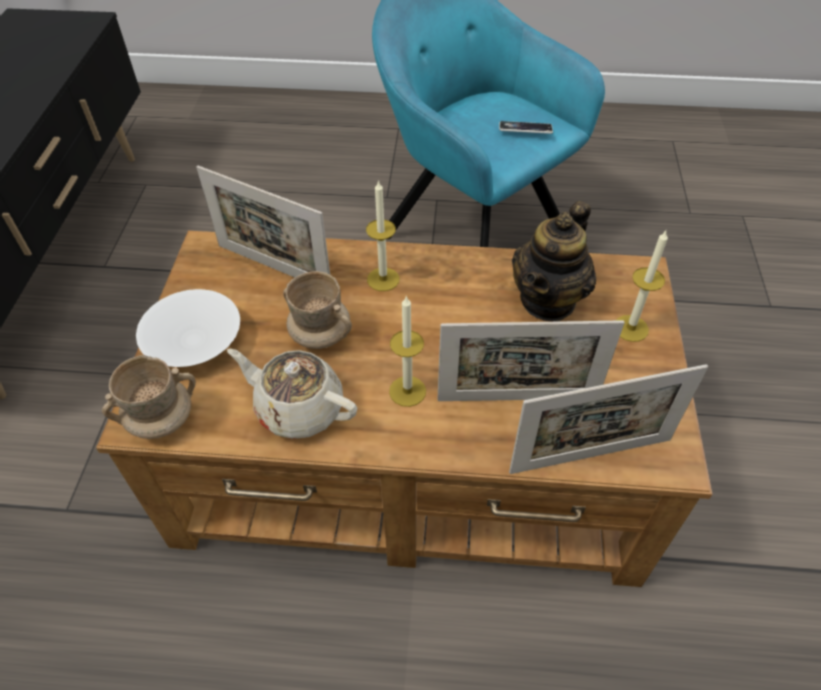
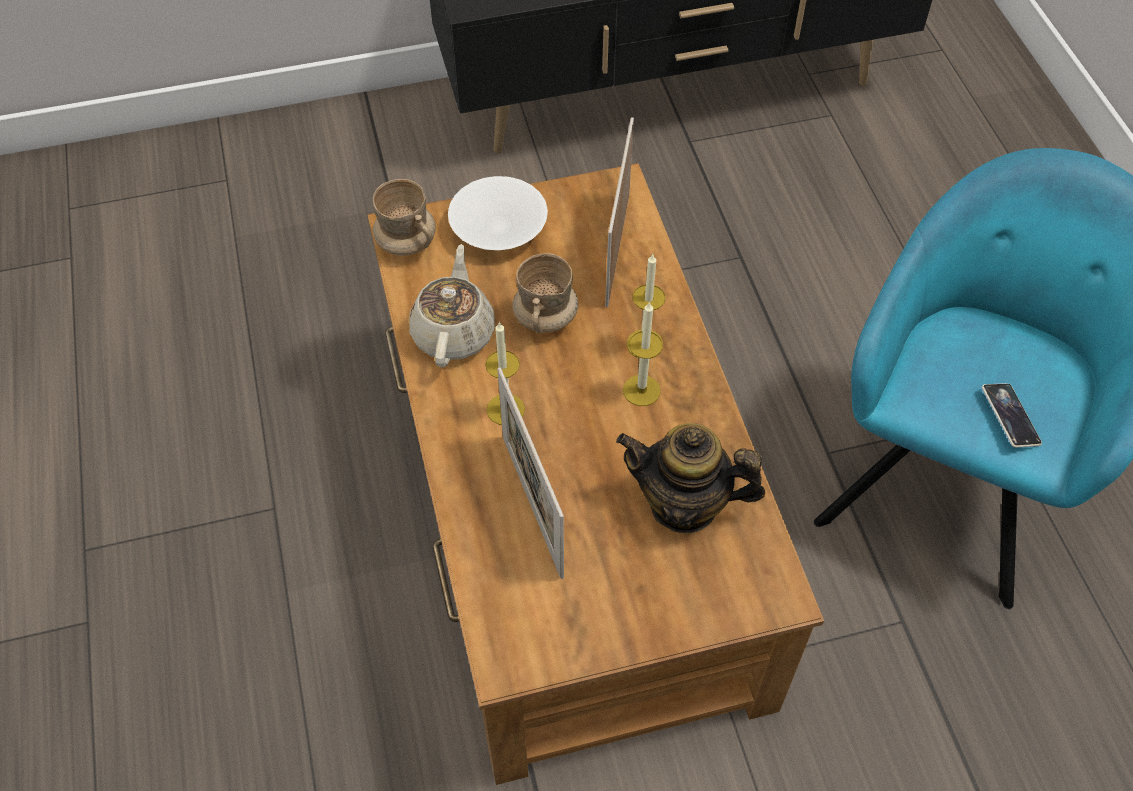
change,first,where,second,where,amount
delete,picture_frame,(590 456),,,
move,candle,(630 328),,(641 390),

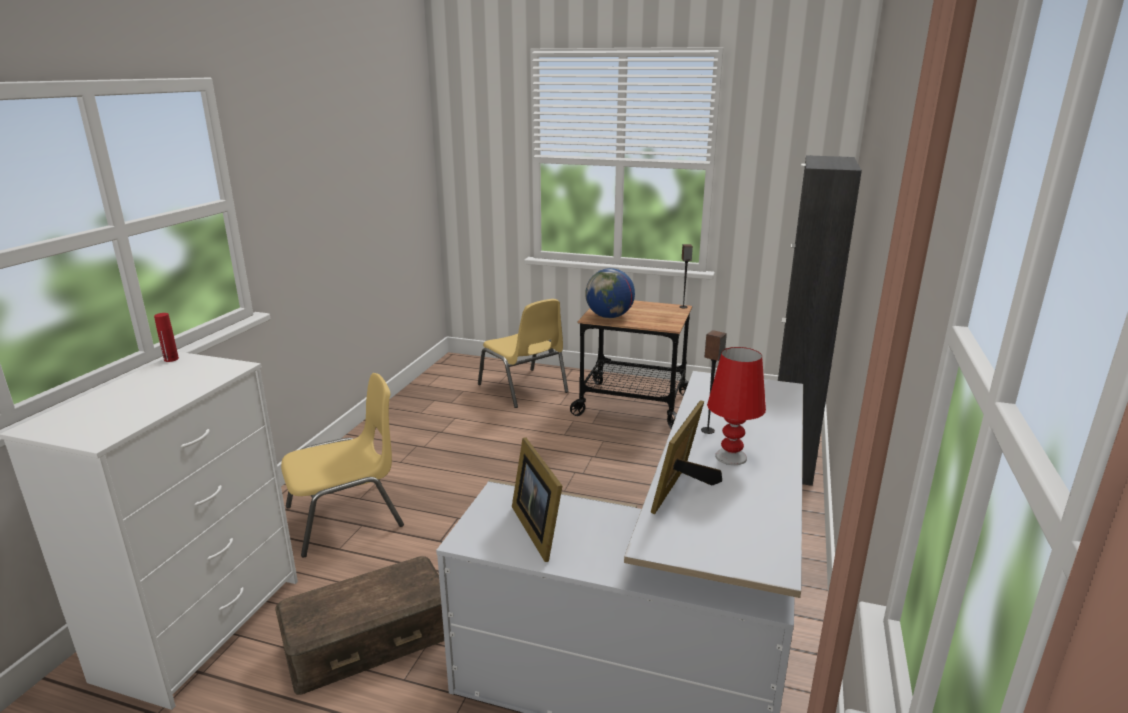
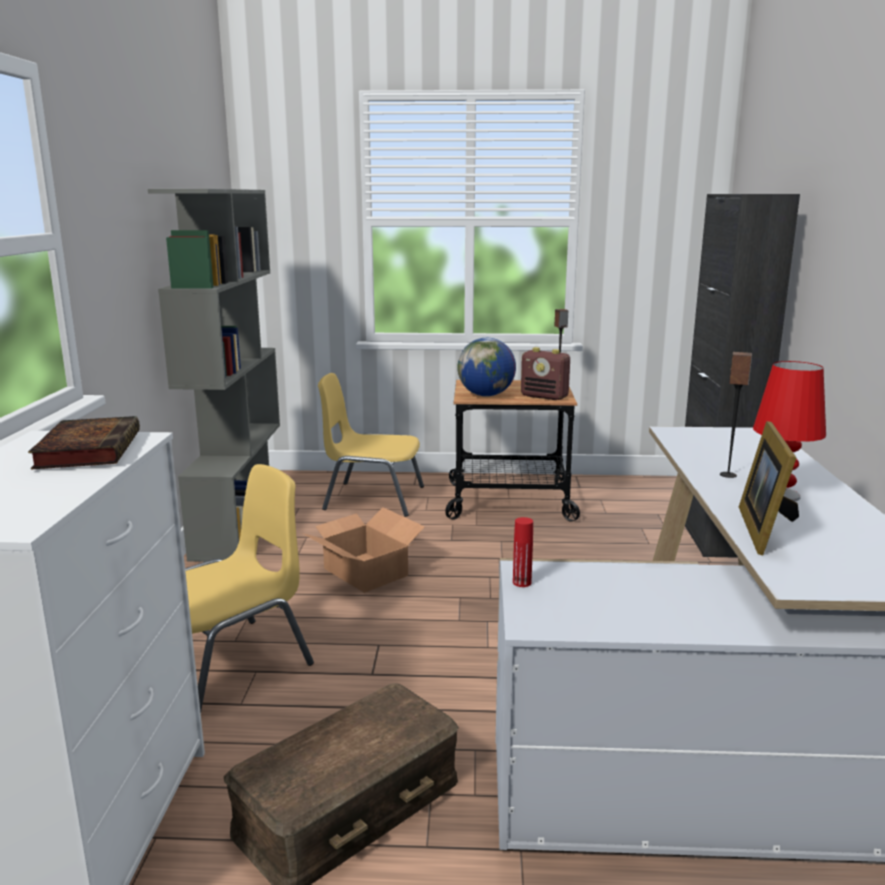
change,first,where,second,where,amount
move,red_bottle,(171 359),,(522 582),
rotate,yellow_chair,(524 389),,(372 498),150 degrees clockwise
delete,picture_frame,(540 528),,,
insert,,,book,(88 449),
insert,,,grey_bookcase,(239 523),
insert,,,cardboard_box,(366 571),
insert,,,radio,(545 397),

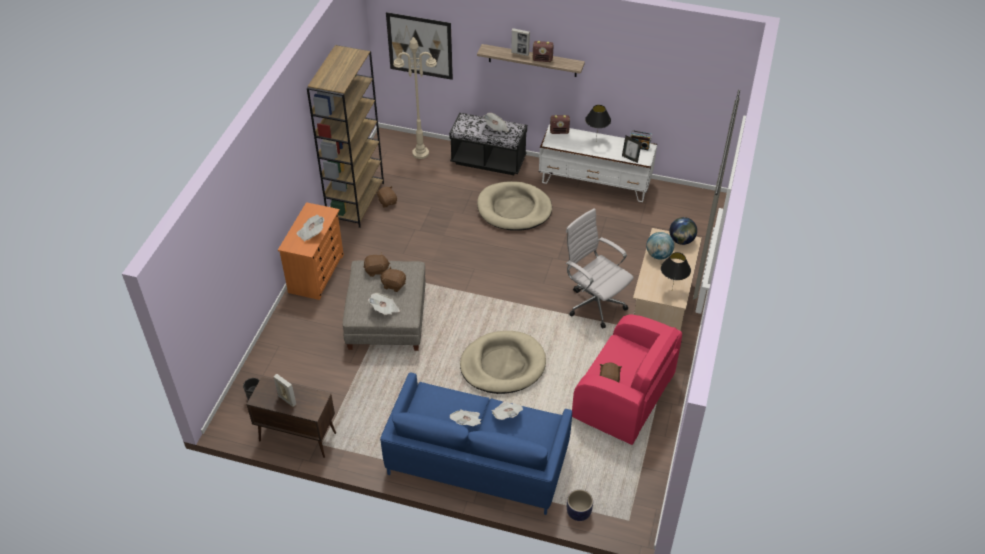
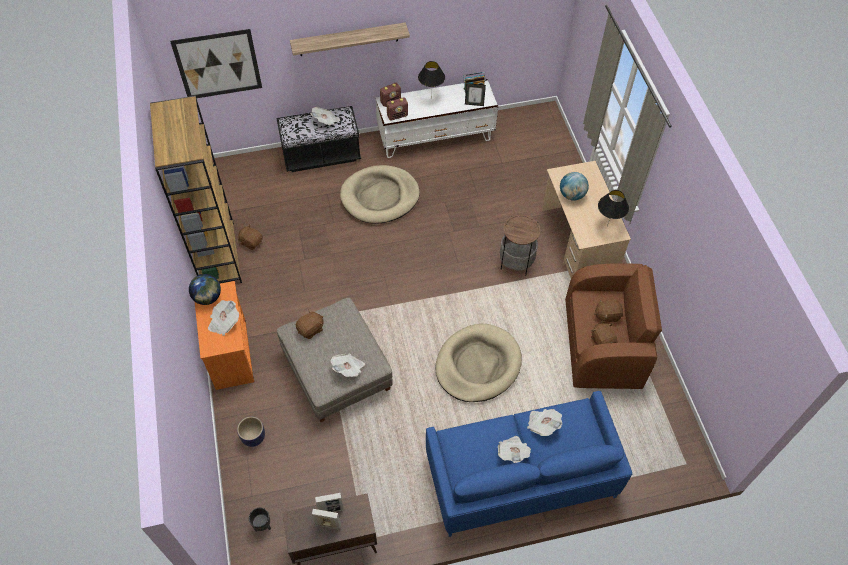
change,first,where,second,where,amount
move,brown_plush_toy,(393 285),,(607 315),
delete,beige_floor_lamp,(421 153),,,
move,picture_frame,(520 53),,(331 509),
move,radio,(542 59),,(397 116),
replace,white_office_chair,(594 303),side_table,(516 262),
move,planter,(578 512),,(253 437),
recolor,pink_armchair,(624 397),brown_armchair,(603 344),
move,globe,(681 240),,(208 297),

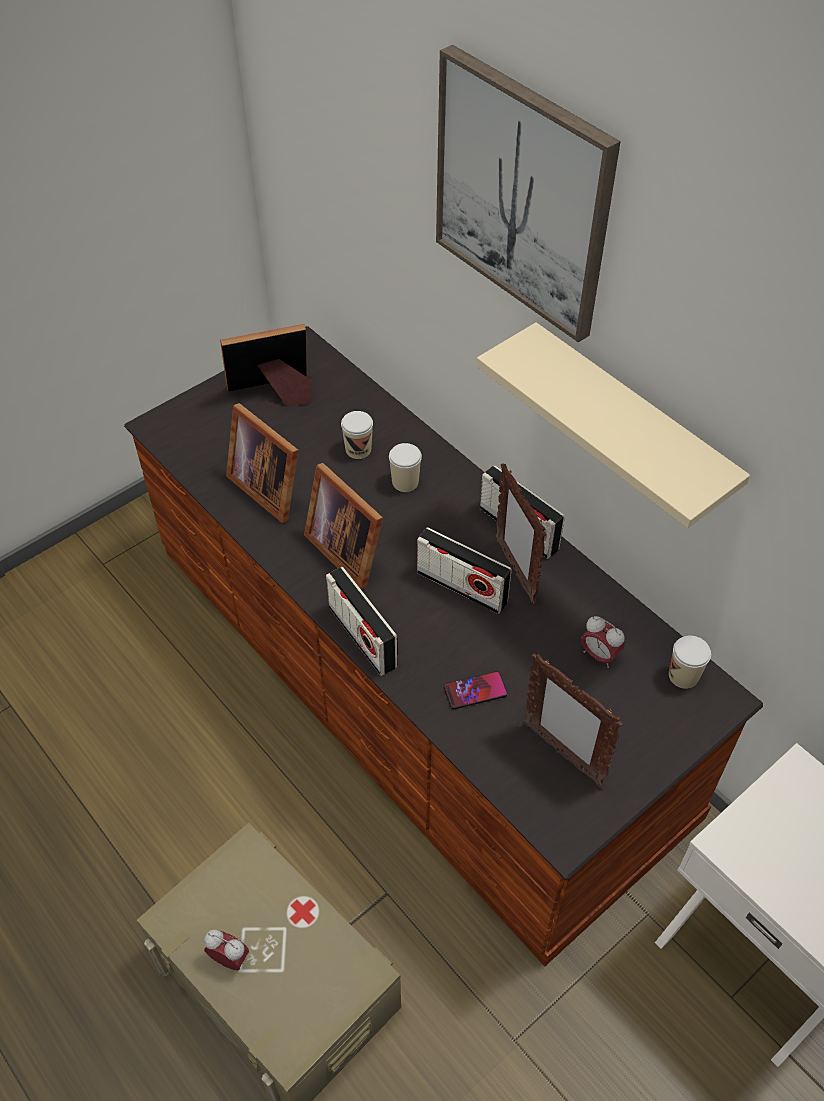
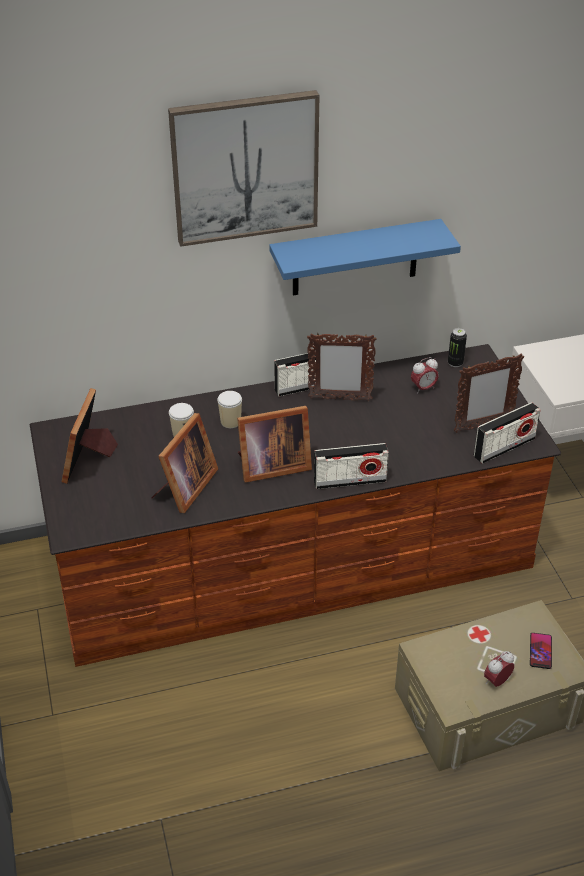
change,first,where,second,where,amount
rotate,picture_frame,(268 487),,(184 488),45 degrees counterclockwise
move,radio,(462 587),,(504 447),
move,phone,(475 691),,(540 651),
recolor,beige_shelf,(629 429),blue_shelf,(355 258),
replace,cup,(683 675),can,(455 363),

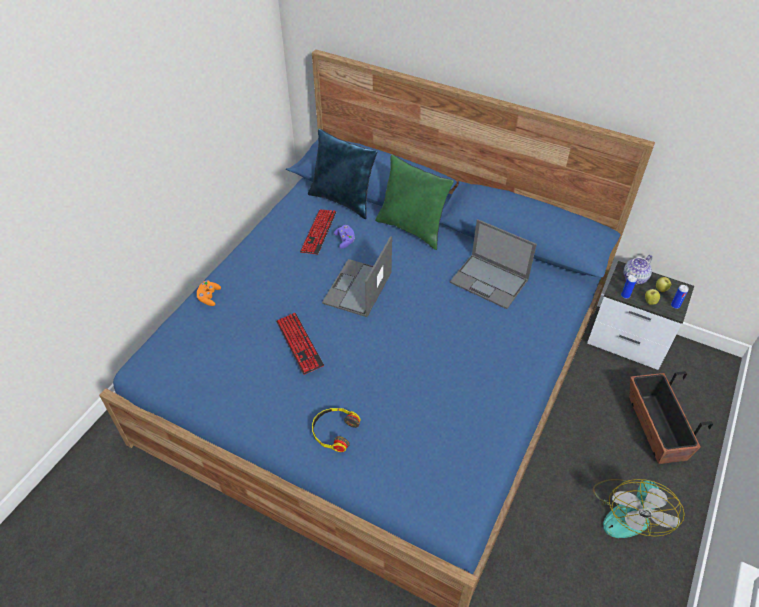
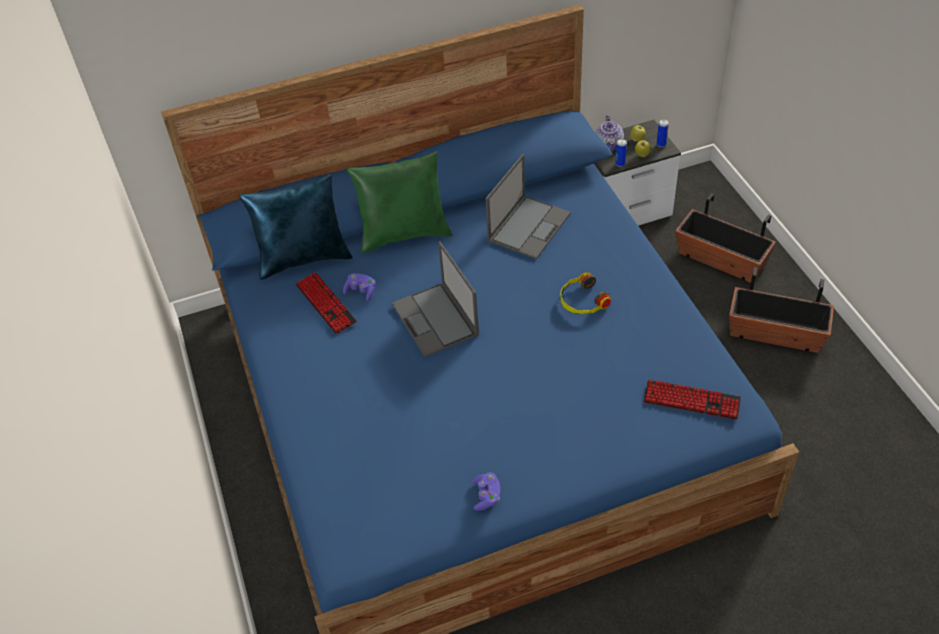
change,first,where,second,where,amount
delete,orange_game_controller,(209 297),,,
move,keyboard,(299 344),,(691 400),
move,headphones,(334 431),,(582 301),
rotate,laptop,(490 281),,(529 226),45 degrees counterclockwise
replace,fan,(628 511),planter,(775 333),
insert,,,purple_game_controller,(486 496),

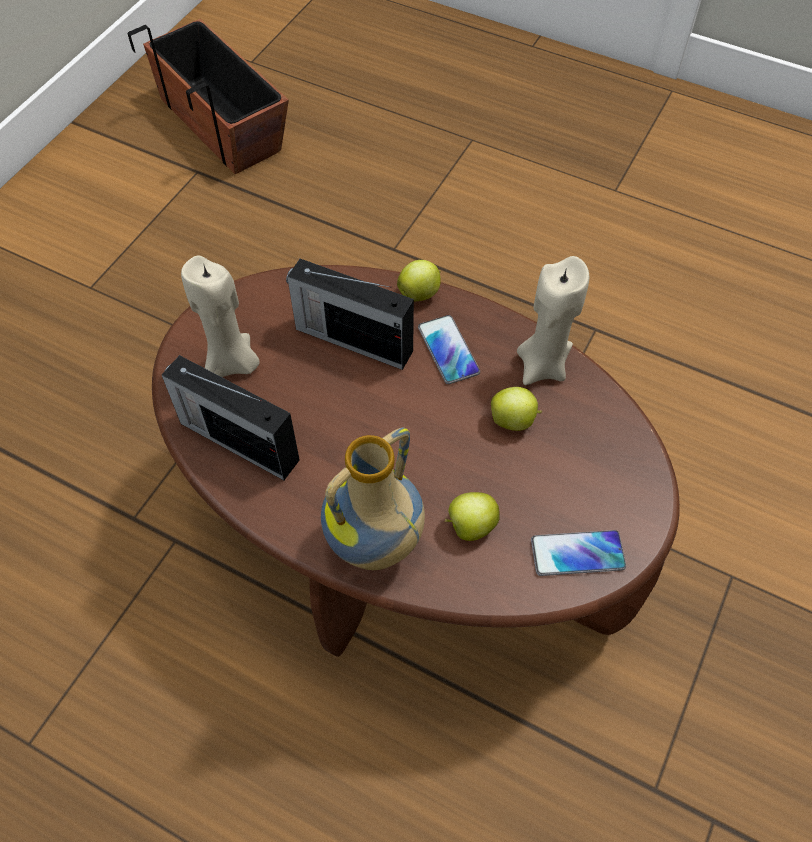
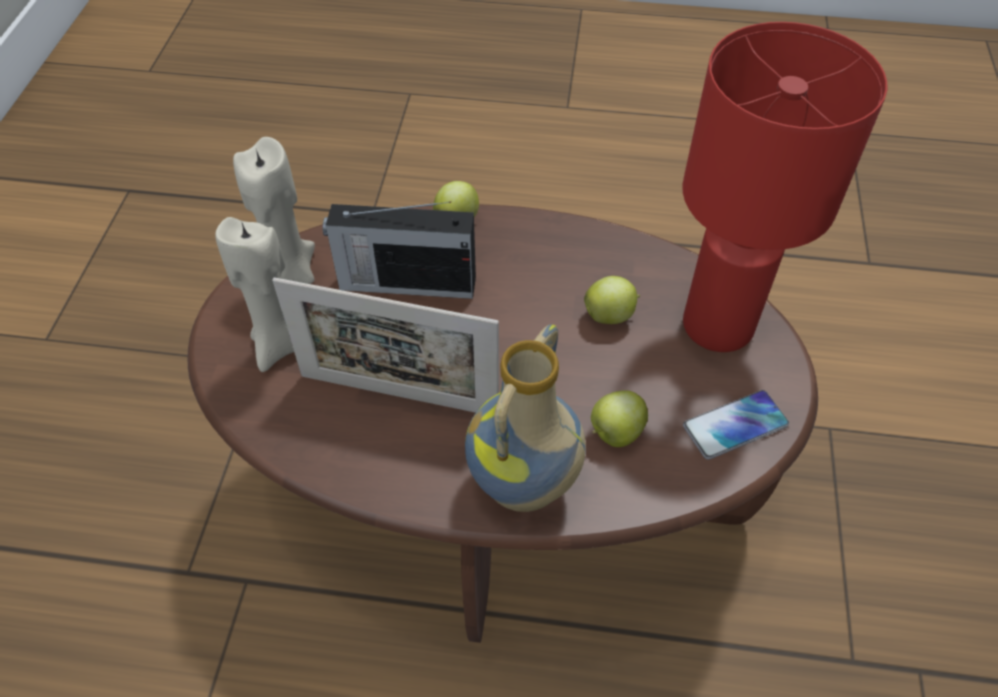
change,first,where,second,where,amount
delete,planter,(222 123),,,
delete,radio,(237 440),,,
delete,phone,(448 350),,,
move,beige_candle,(542 365),,(289 273),
insert,,,picture_frame,(398 395),
insert,,,red_table_lamp,(718 324),

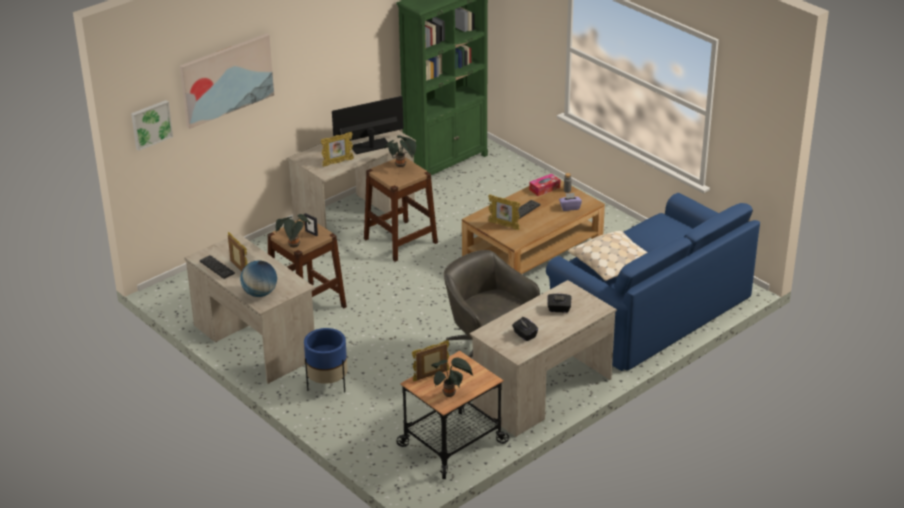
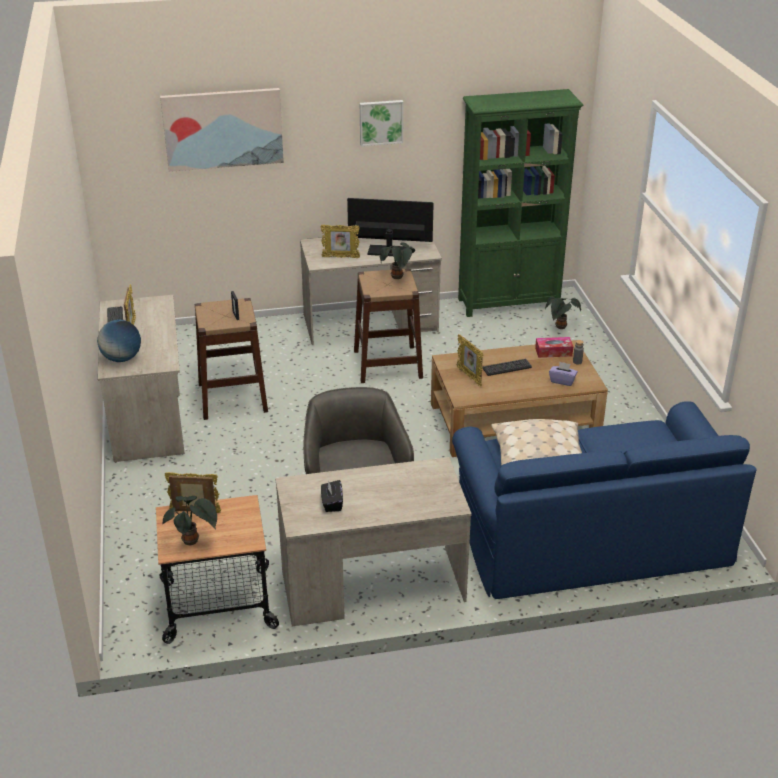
change,first,where,second,where,amount
move,picture,(151 124),,(381 122),
move,potted_plant,(294 246),,(560 327),
delete,blue_planter,(327 384),,,
delete,black_tissue_box,(559 309),,,

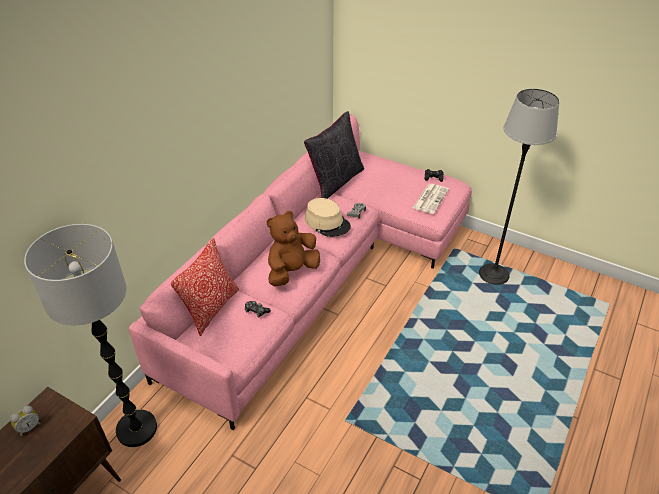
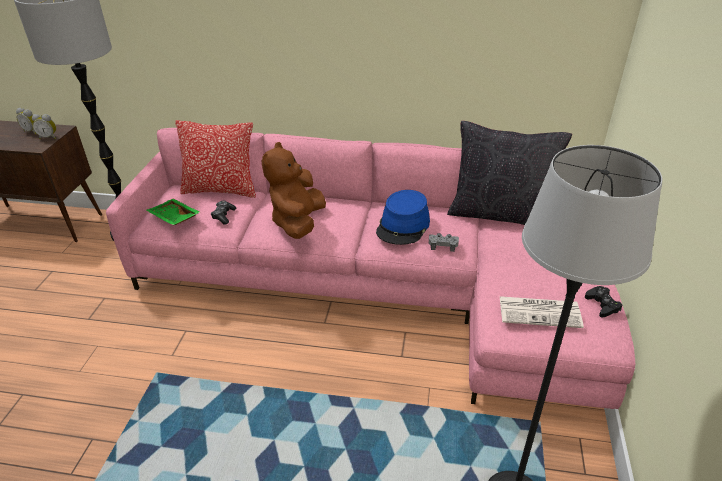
change,first,where,second,where,amount
rotate,brown_plush_toy,(292 271),,(298 222),105 degrees counterclockwise
recolor,beige_hat,(327 223),blue_hat,(403 226),
insert,,,alarm_clock,(49 137),
insert,,,green_tray,(173 218),

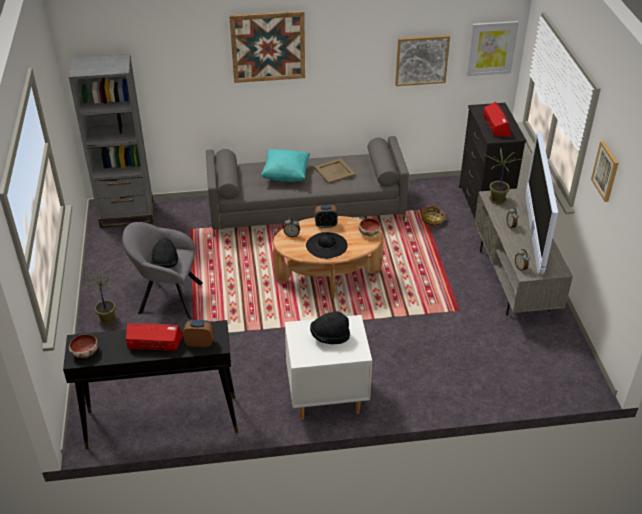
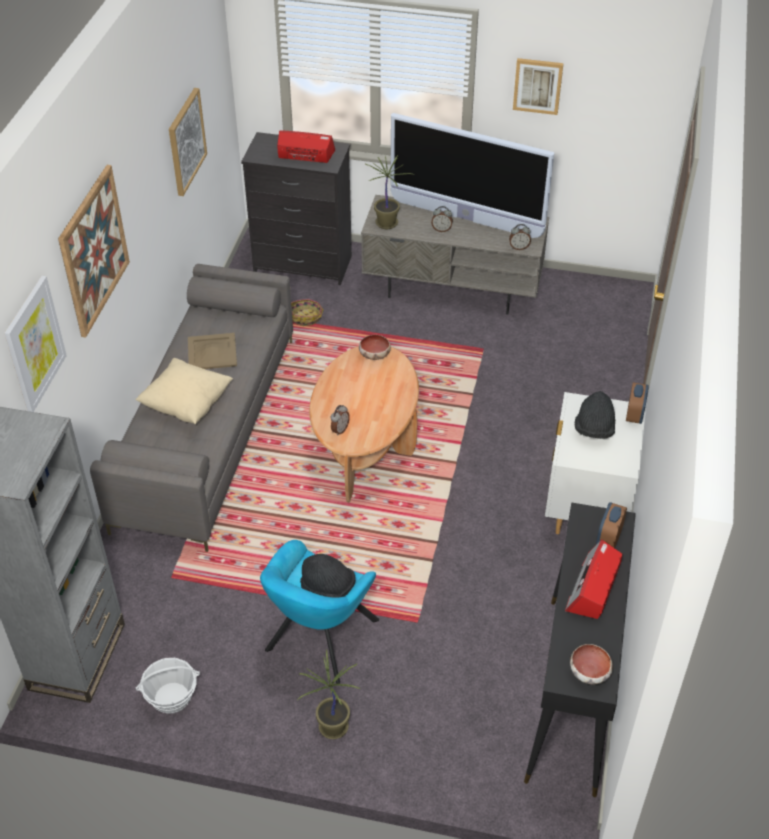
change,first,where,second,where,amount
recolor,grey_armchair,(167 297),turquoise_armchair,(319 639),
recolor,turquoise_pillow,(286 175),beige_pillow,(186 404),
delete,black_hat,(326 245),,,
move,alarm_clock,(326 225),,(634 415),
move,picture,(491 48),,(34 344),
insert,,,basket,(172 698),

